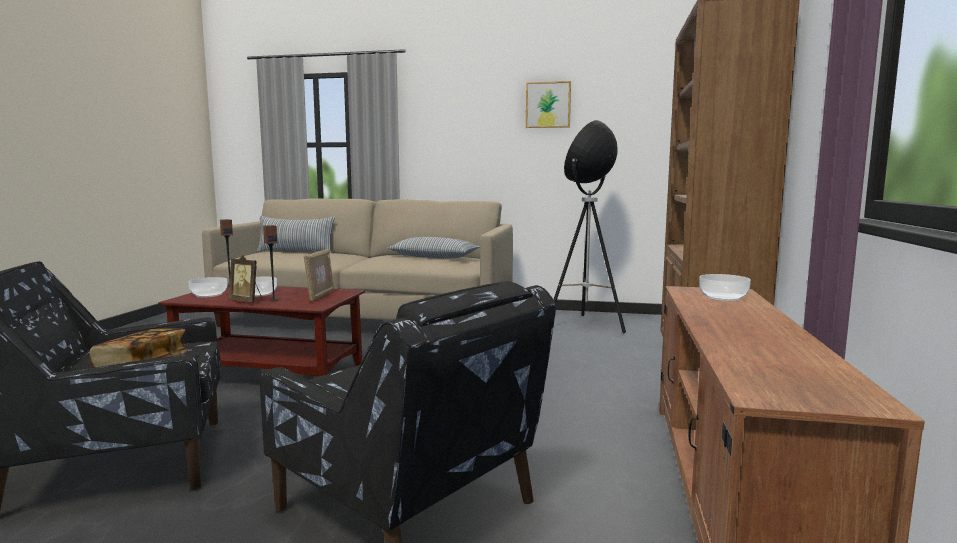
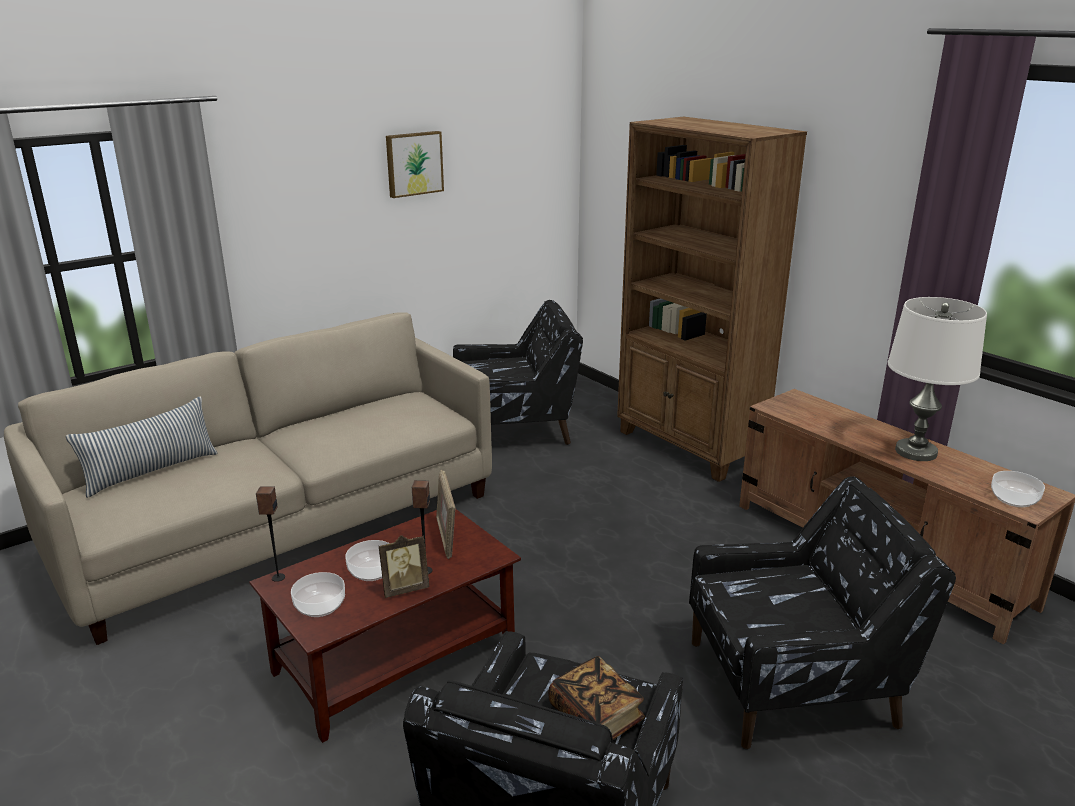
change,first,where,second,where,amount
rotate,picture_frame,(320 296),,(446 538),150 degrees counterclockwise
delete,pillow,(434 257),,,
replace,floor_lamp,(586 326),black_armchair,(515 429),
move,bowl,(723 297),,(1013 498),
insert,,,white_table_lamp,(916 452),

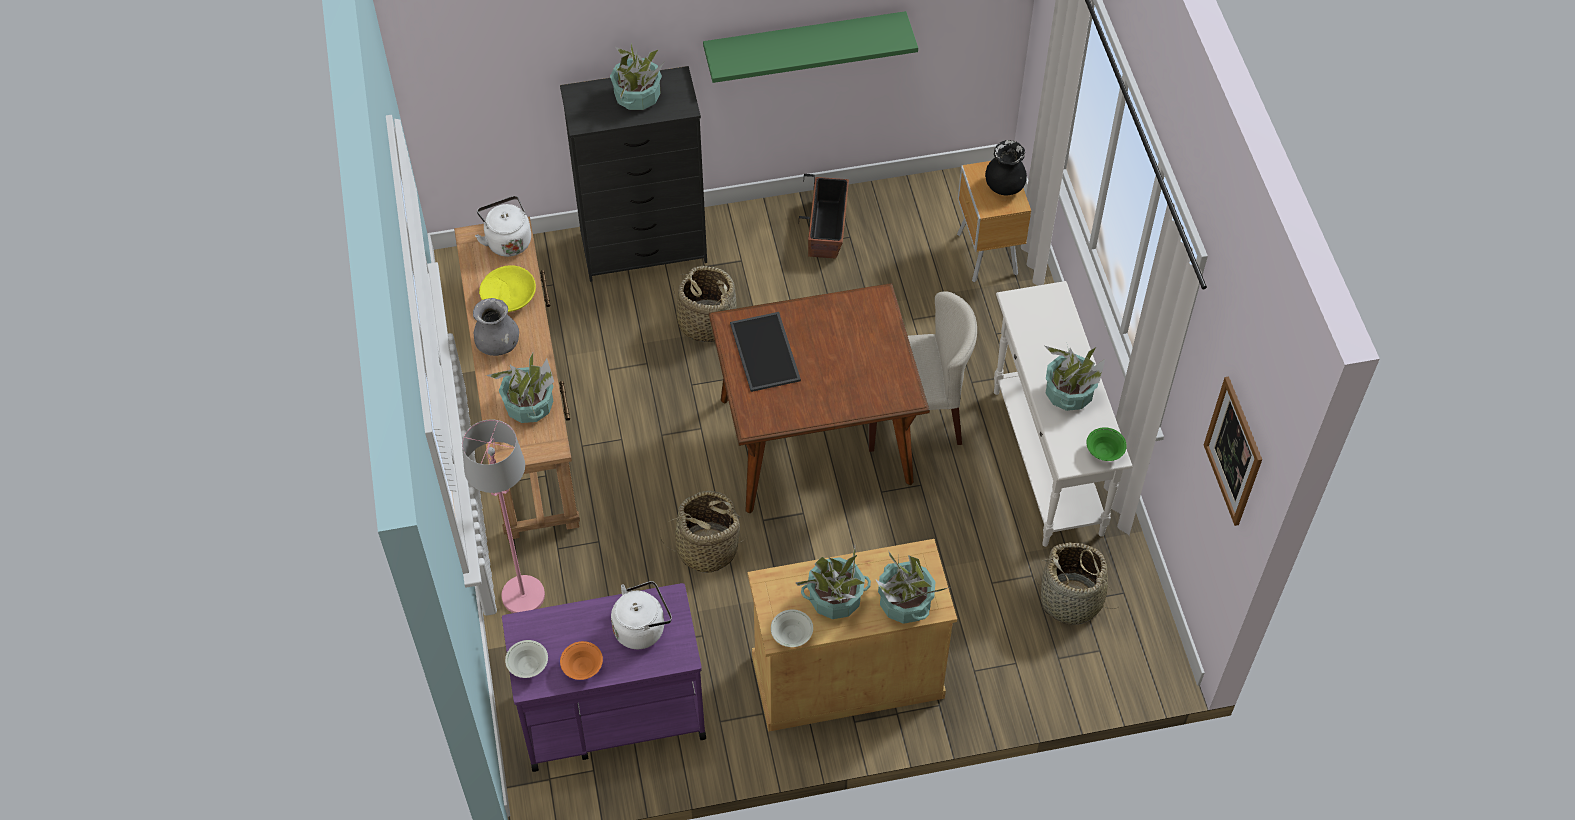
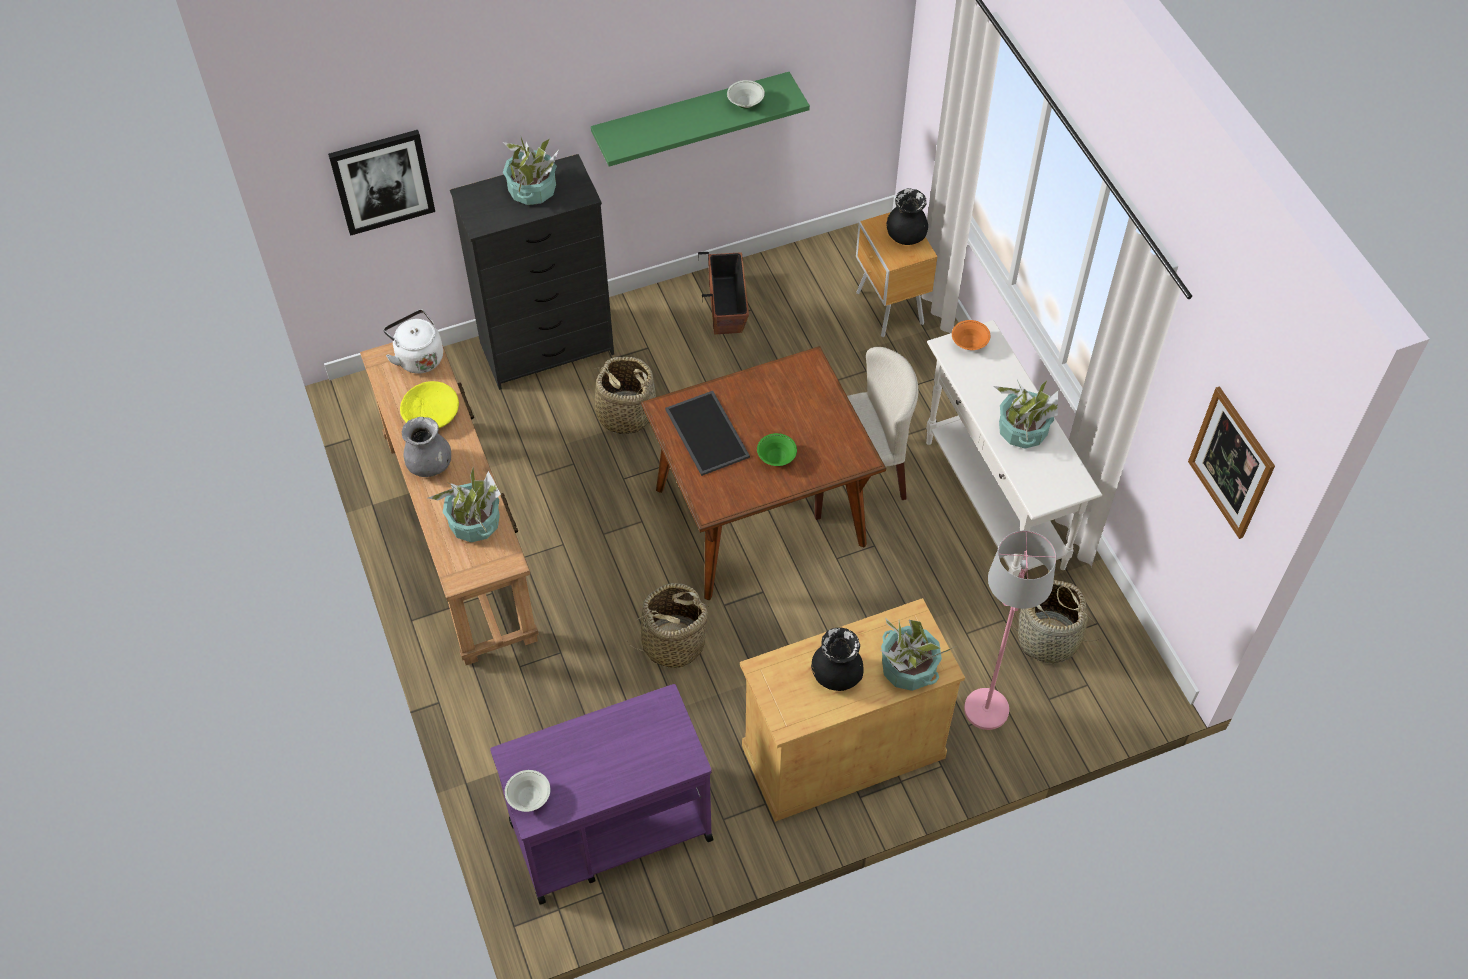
change,first,where,second,where,amount
move,pink_floor_lamp,(524 596),,(987 709),
move,orange_bowl,(583 667),,(969 344),
delete,white_kettle,(642 628),,,
move,white_bowl,(792 636),,(745 104),
replace,potted_plant,(835 598),black_vase,(836 675),
move,green_bowl,(1104 452),,(776 458),
insert,,,picture,(382 181),

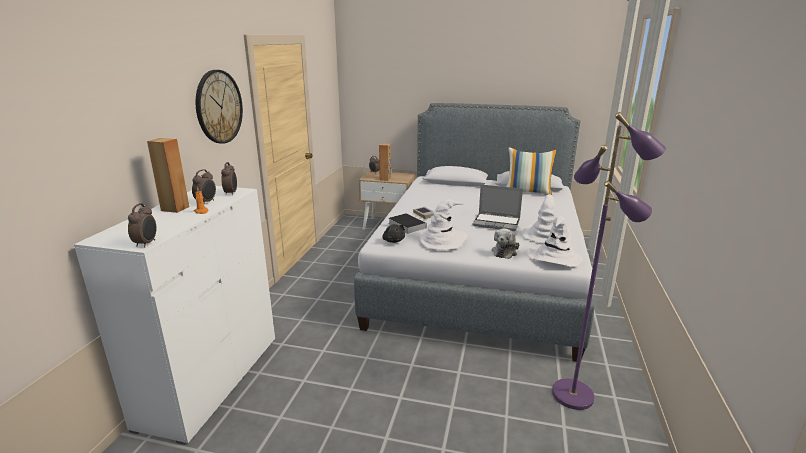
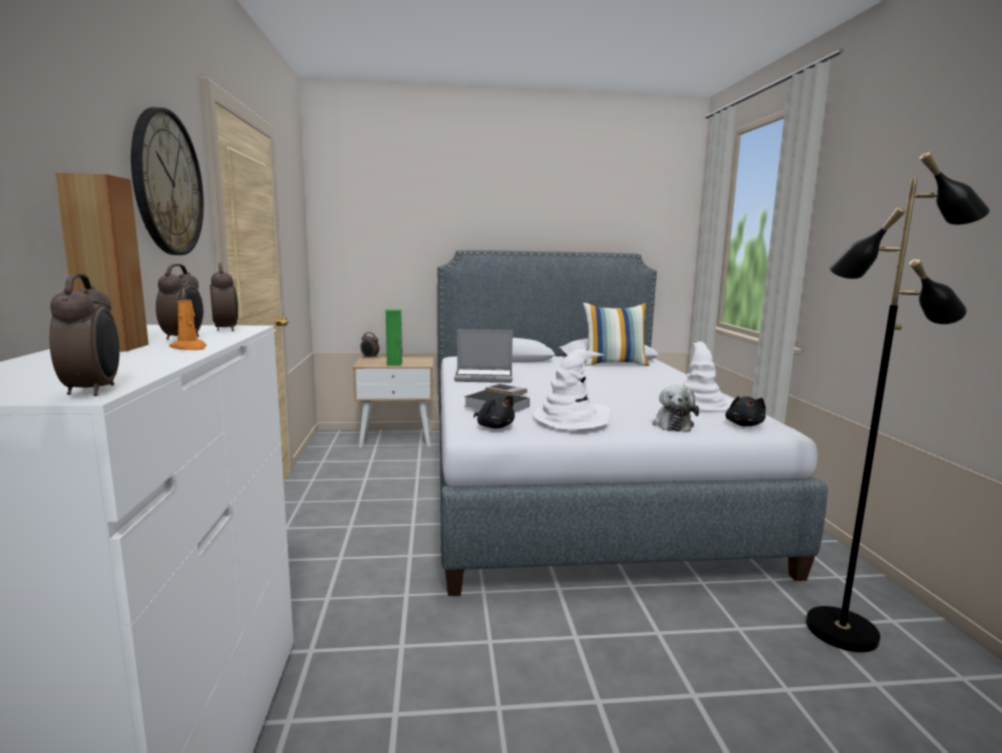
change,first,where,second,where,amount
recolor,brown_speaker,(385 179),green_speaker,(394 364),
move,laptop,(497 223),,(484 377),
replace,white_hat,(554 258),black_plush_toy,(744 425),
recolor,purple_floor_lamp,(573 394),black_floor_lamp,(842 629),

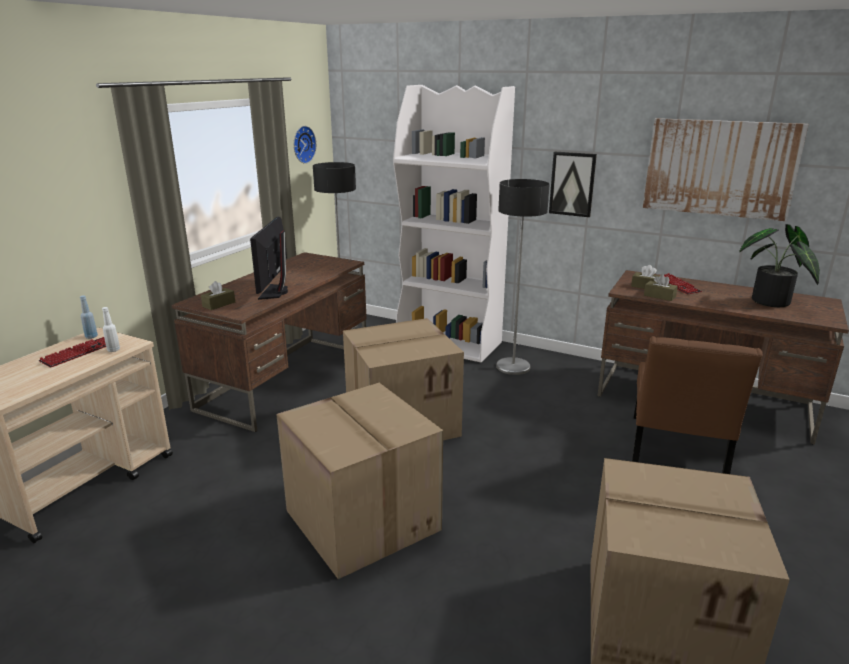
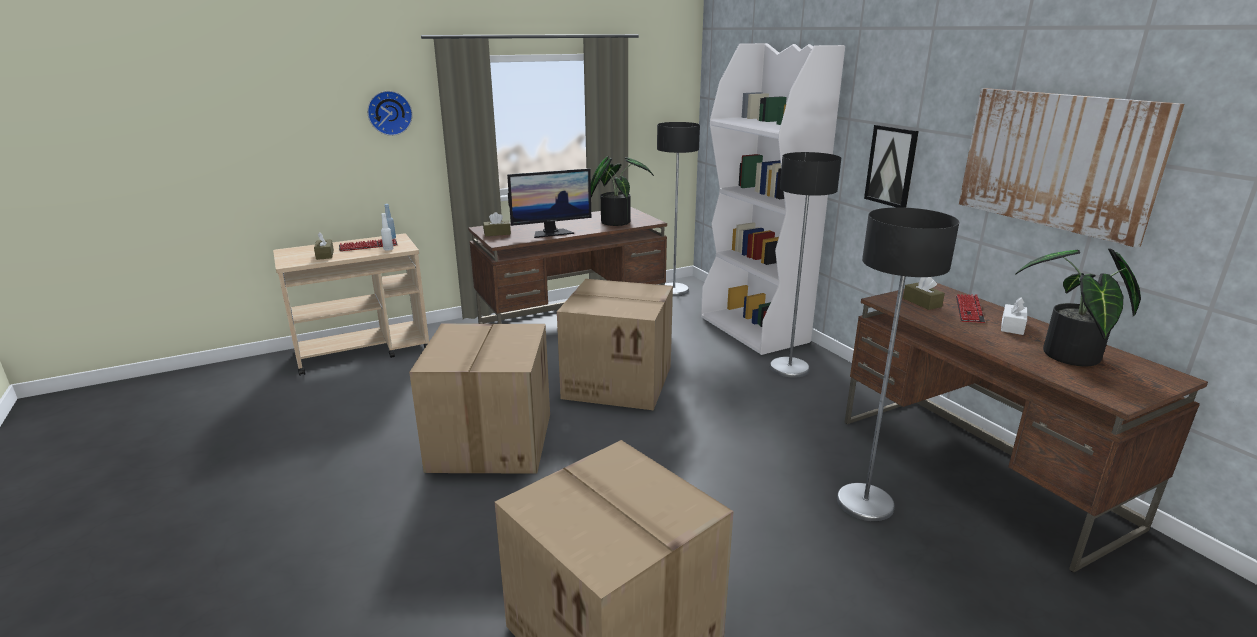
change,first,where,second,where,amount
rotate,monitor,(275 292),,(551 233),150 degrees counterclockwise
move,wall_clock,(302 144),,(389 113),
replace,brown_chair,(677 449),floor_lamp,(864 503),
move,brown_tissue_box,(659 296),,(325 255),
insert,,,potted_plant,(616 221),
insert,,,white_tissue_box,(1012 326),

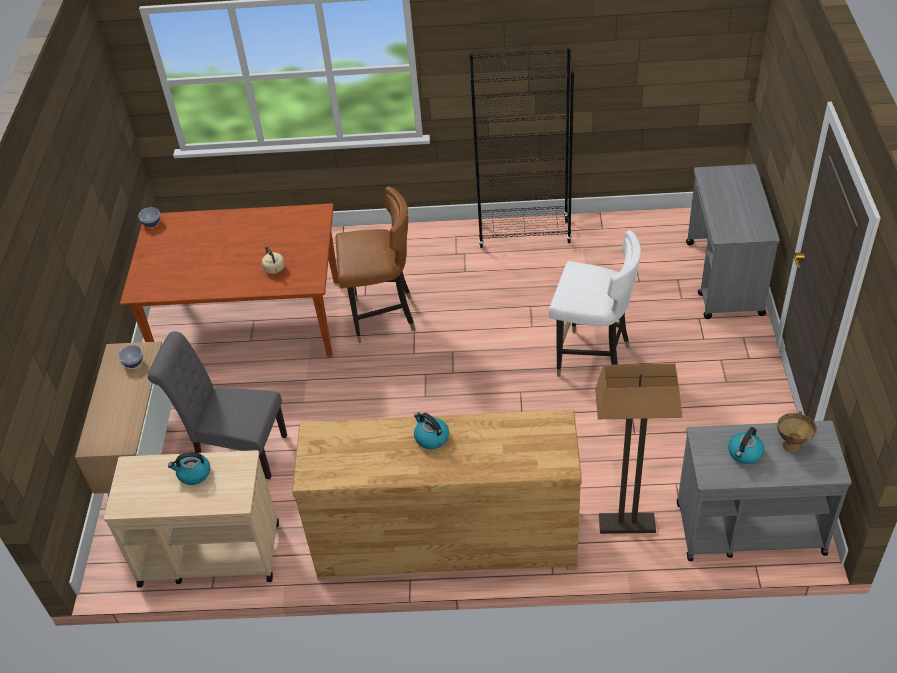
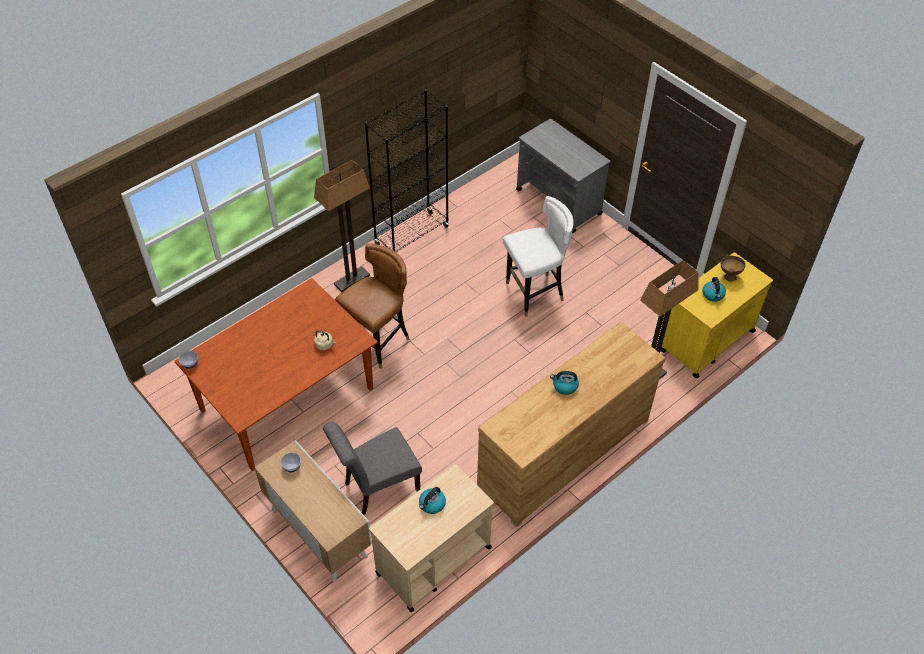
change,first,where,second,where,amount
recolor,grey_cart,(748 527),yellow_cart,(706 341),
insert,,,floor_lamp,(352 280),

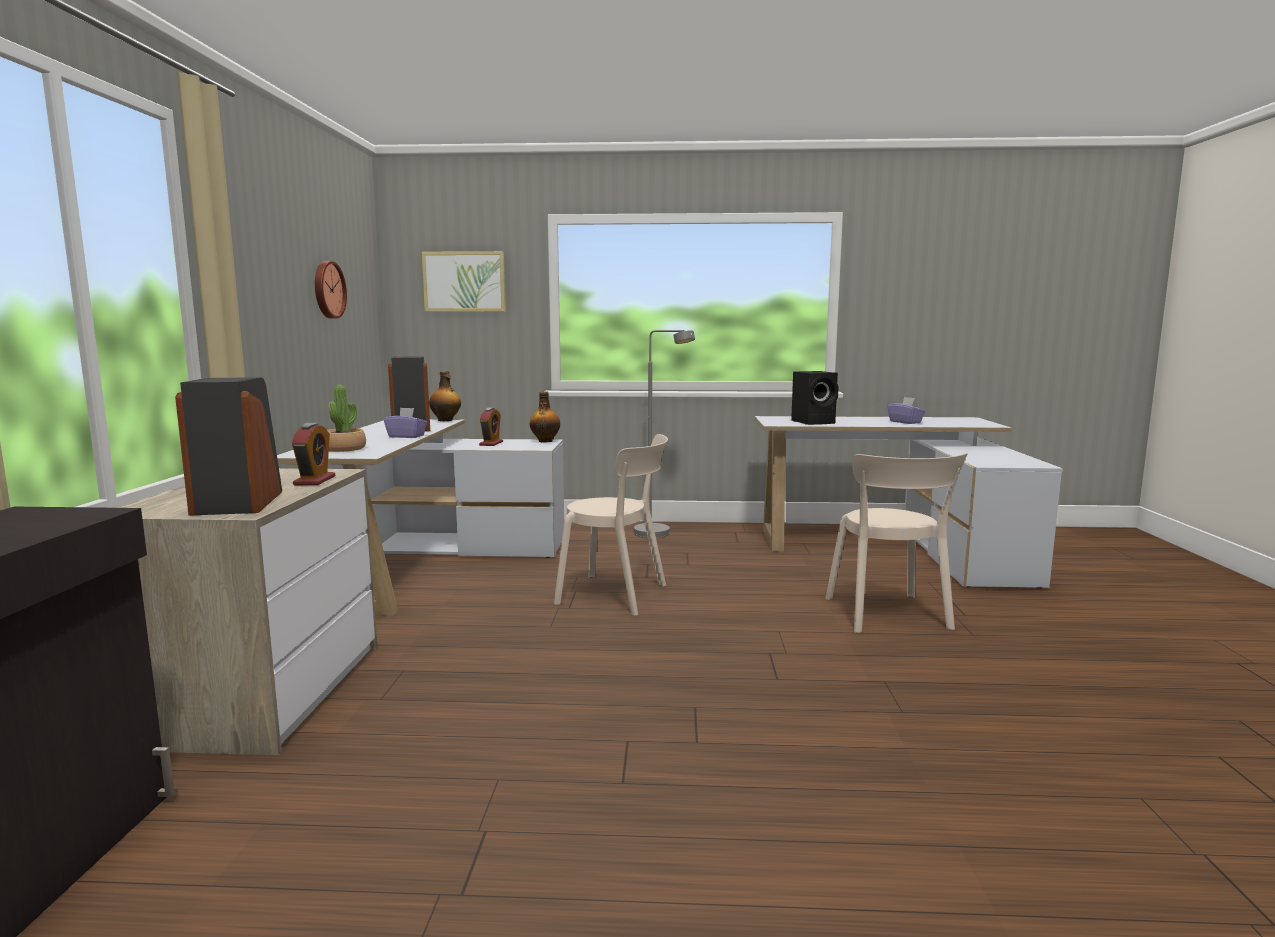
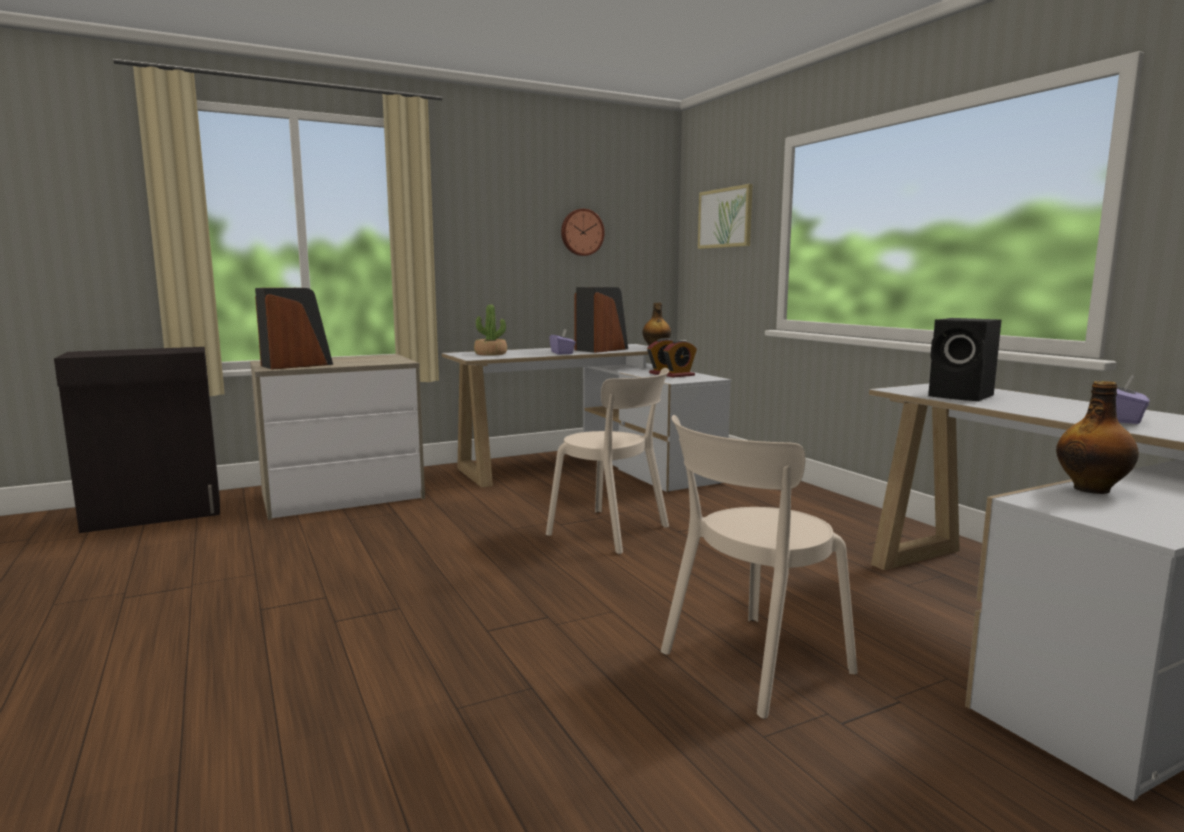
change,first,where,second,where,amount
move,alarm_clock,(314 480),,(679 375),
move,bottle,(545 441),,(1092 489),
rotate,beige_chair,(617 595),,(613 532),45 degrees counterclockwise
delete,grey_floor_lamp,(659 535),,,

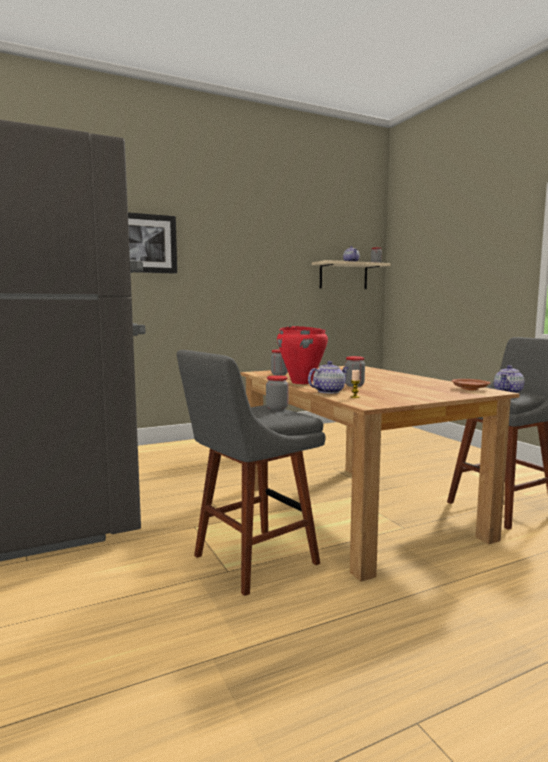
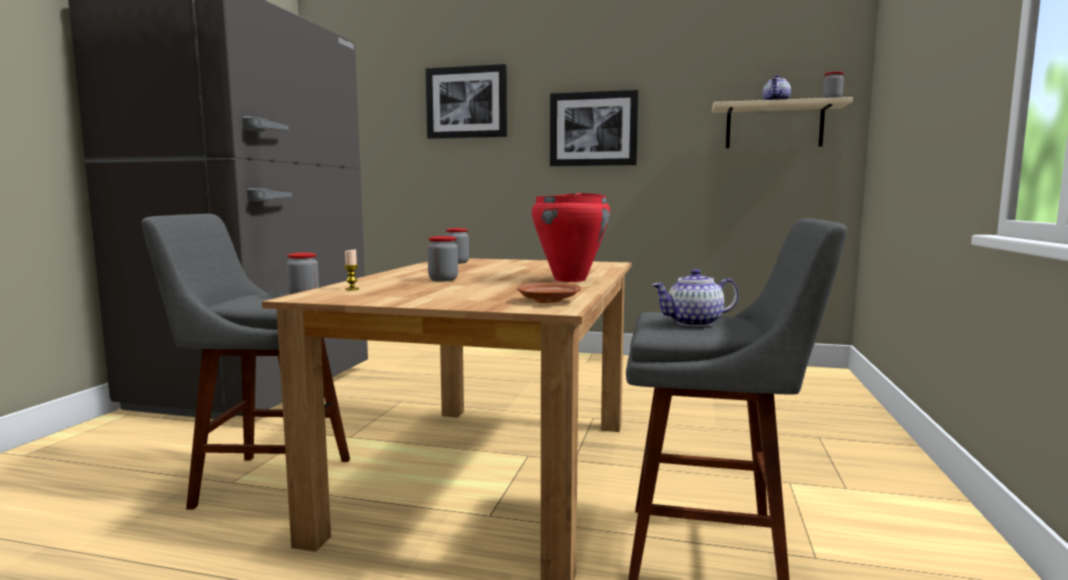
change,first,where,second,where,amount
move,red_cooking_pot,(302 382),,(571 279),
delete,teapot,(328 391),,,
insert,,,picture,(593 129),

